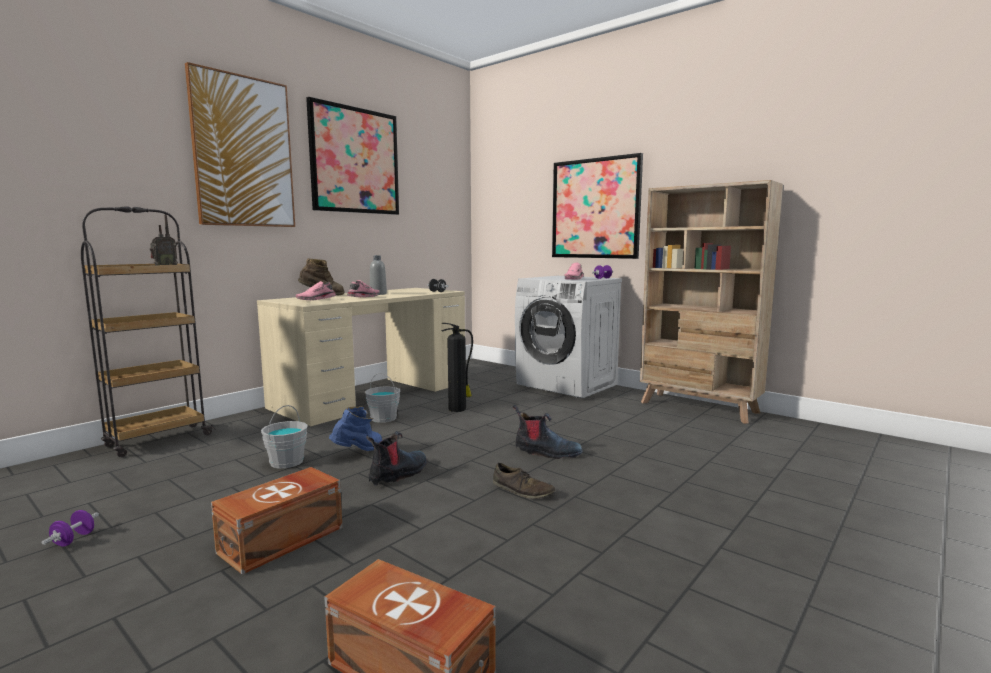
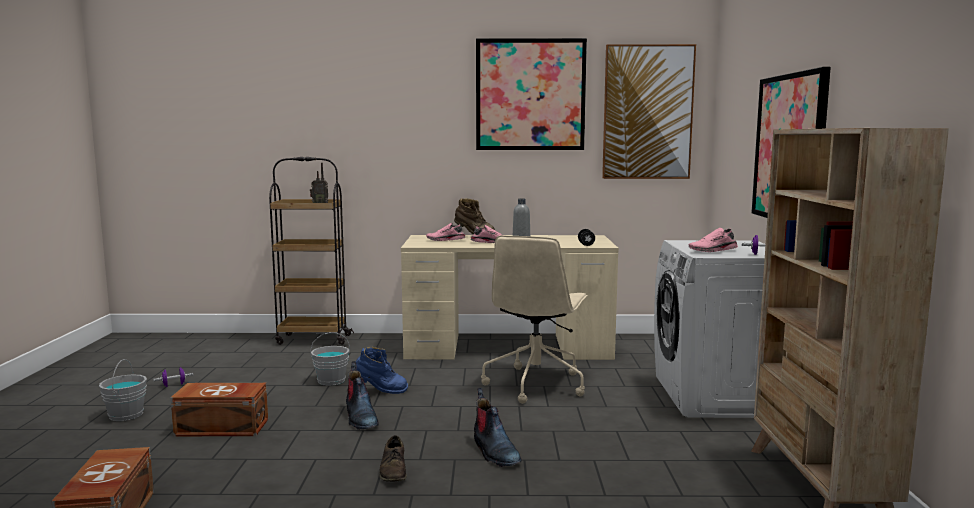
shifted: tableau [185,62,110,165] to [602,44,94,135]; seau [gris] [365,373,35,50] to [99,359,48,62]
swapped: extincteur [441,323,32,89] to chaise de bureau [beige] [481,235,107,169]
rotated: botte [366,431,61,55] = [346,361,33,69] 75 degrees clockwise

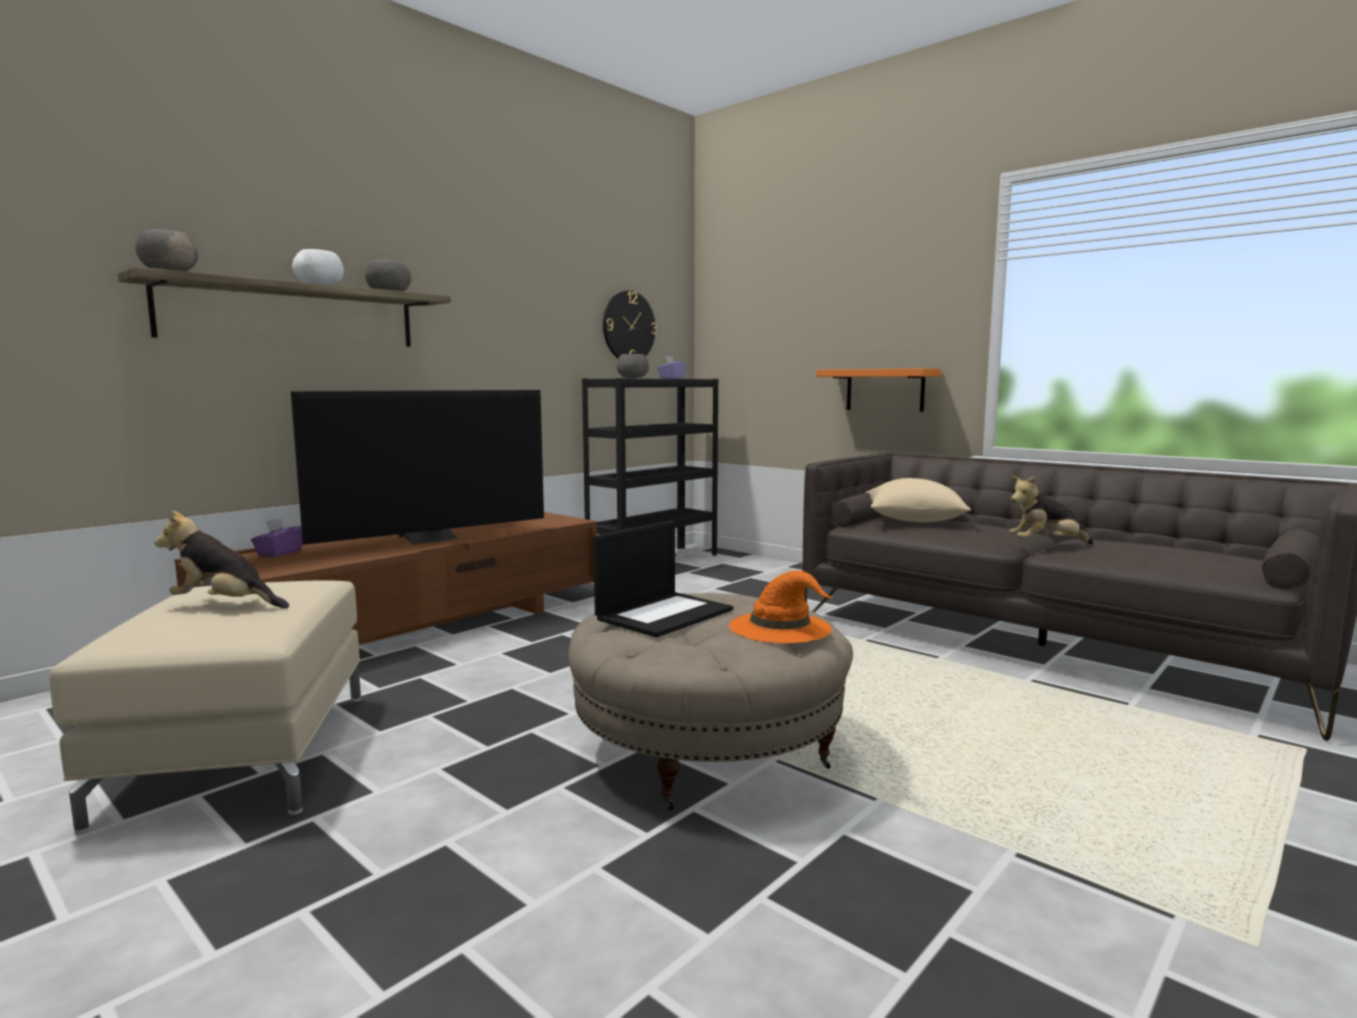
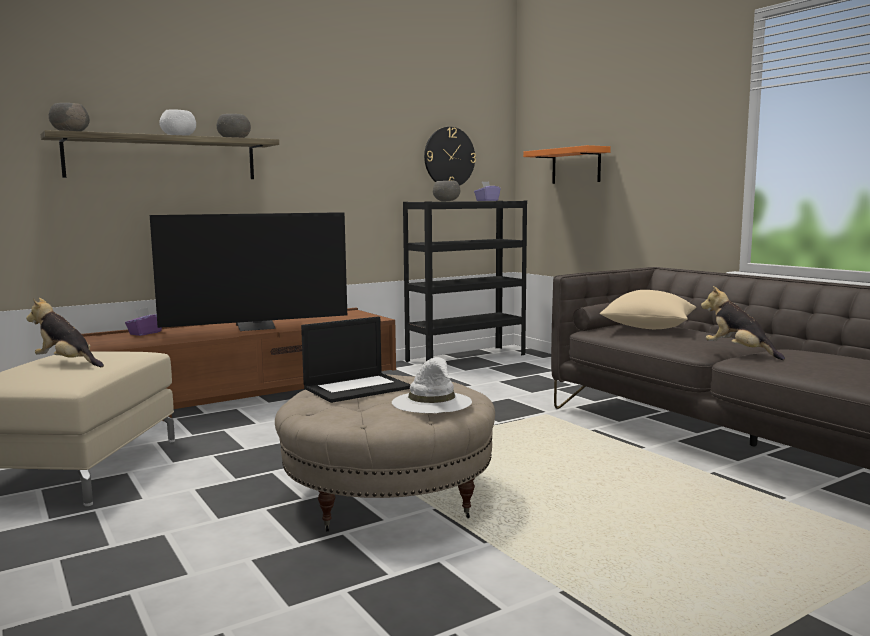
shifted: étagère [orange] [816,368,125,44] to [523,145,88,39]
repainted: chapeau [orange] [729,570,104,73] to chapeau [blanc] [392,357,80,56]
rotated: peluche [1010,475,83,69] = [701,286,84,74] 45 degrees clockwise

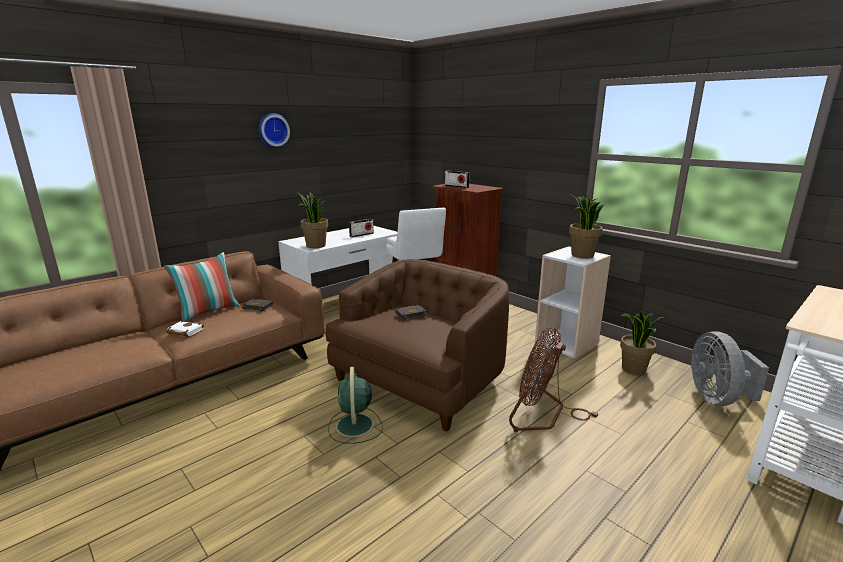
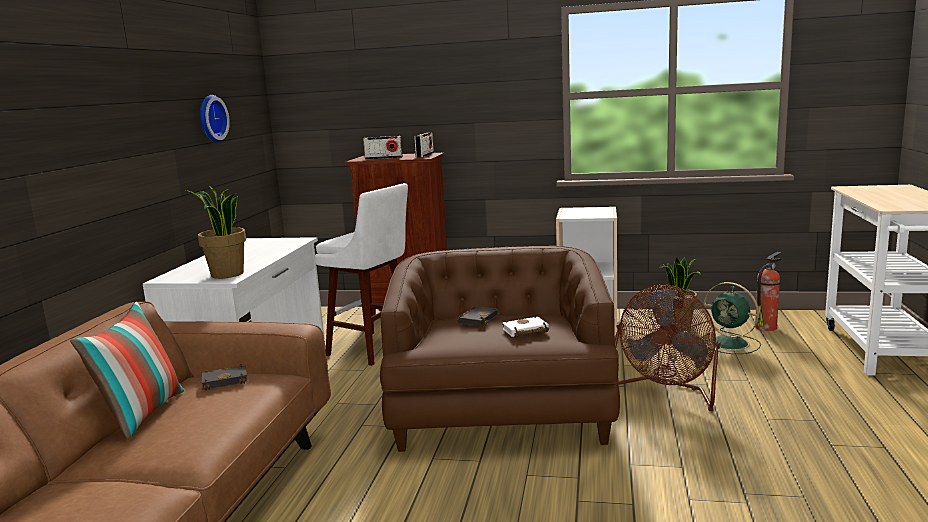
gone: plante en pot [569,194,35,65]
shifted: horloge murale [259,113,31,35] to [199,95,31,47]; radio [349,219,25,18] to [414,133,20,25]; livre [blanc] [166,320,38,17] to [502,315,47,23]; ventilateur [vert] [328,367,55,77] to [702,282,59,72]
swapped: ventilateur [gris] [691,331,78,75] to extincteur [755,252,27,79]
rotated: ventilateur [marron] [509,328,90,104] = [615,285,106,126] 45 degrees counterclockwise

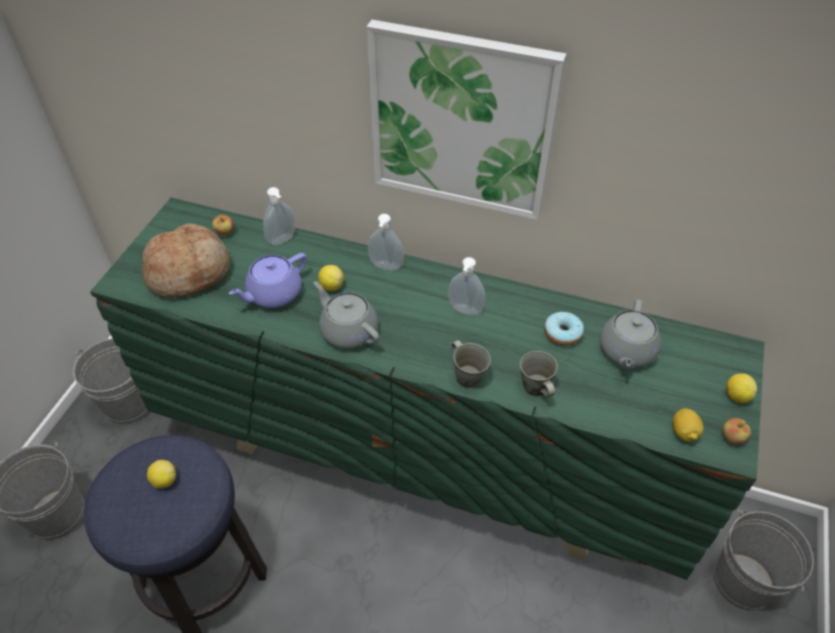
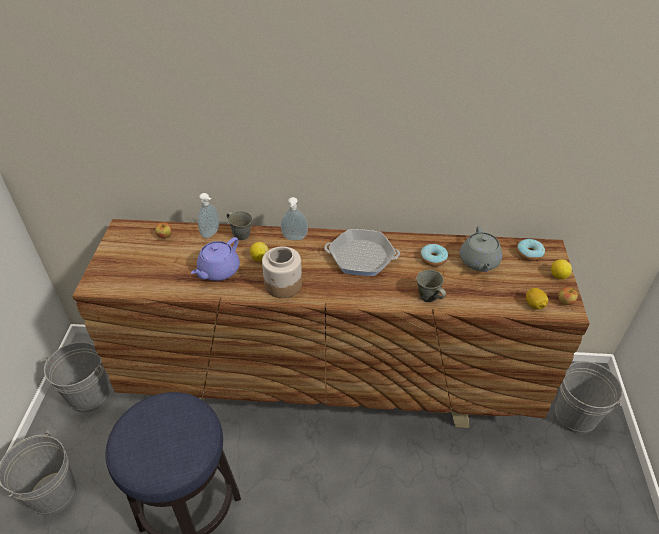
gone: tableau [366,20,201,200]; pain [142,224,88,74]; citron [147,460,29,28]
new: beignet [516,238,29,23]
shifted: mug [gris] [452,340,39,48] to [227,211,26,29]
swapped: distributeur de savon [448,257,37,58] to poêle [324,229,76,47]; théière [gris] [314,281,66,67] to bocal [262,246,40,52]
repainted: meuble de rangement [vert] [90,197,674,383] to meuble de rangement [marron] [72,219,518,209]

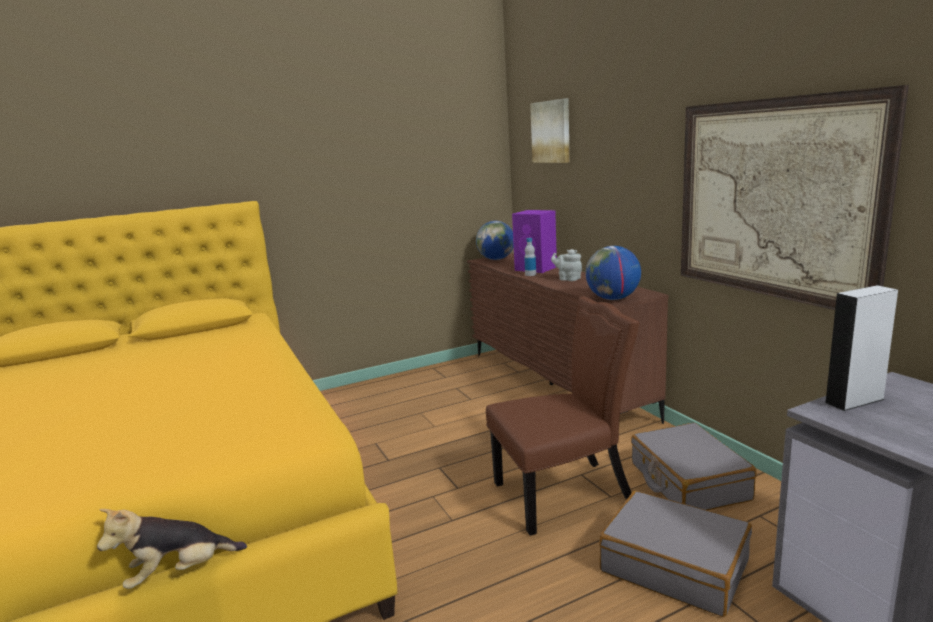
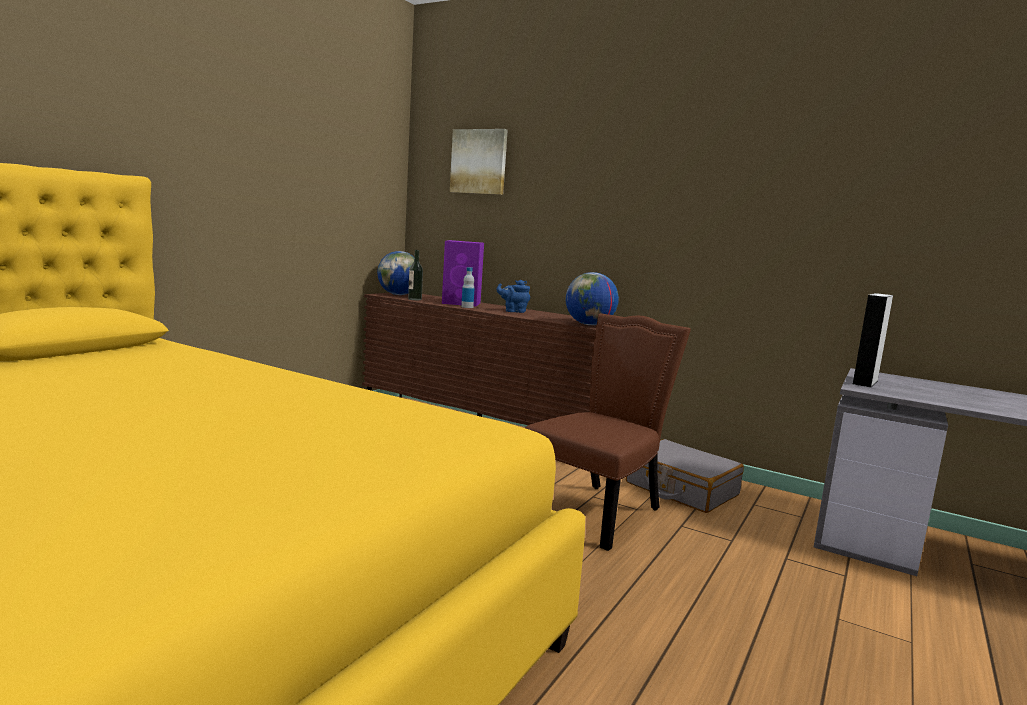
gone: tableau [681,85,228,225]; valise [gris] [599,491,153,126]; peluche [97,509,150,80]
new: bouteille [408,250,15,50]
repainted: théière [gris] [551,249,31,32] to théière [bleu] [497,280,33,33]

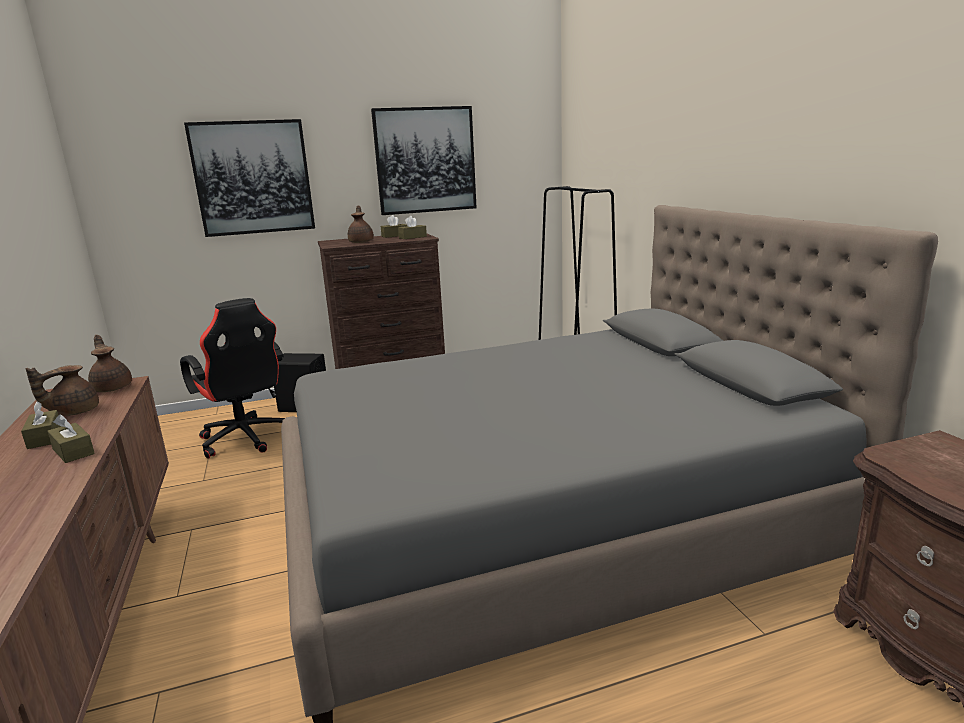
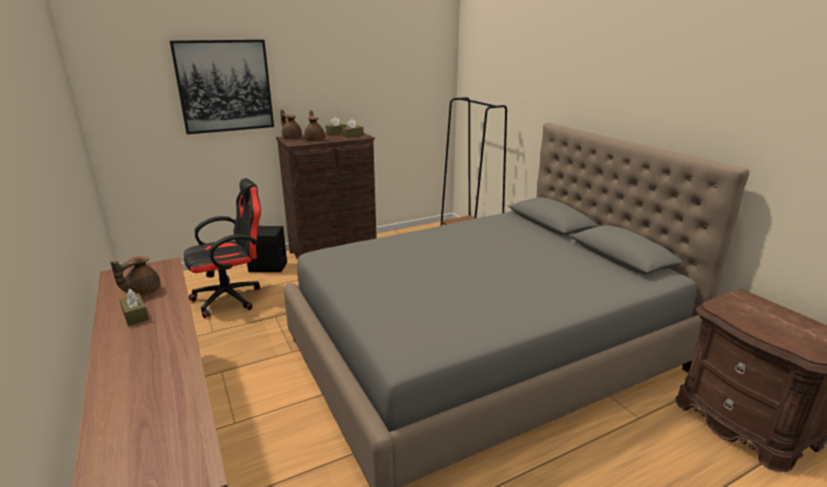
gone: tableau [371,106,106,109]; boîte à mouchoirs [marron] [47,414,48,49]
shifted: théière [marron] [88,335,44,57] to [280,109,22,30]
rotated: chaise de bureau [noir] [180,298,105,161] = [184,178,77,140] 75 degrees counterclockwise

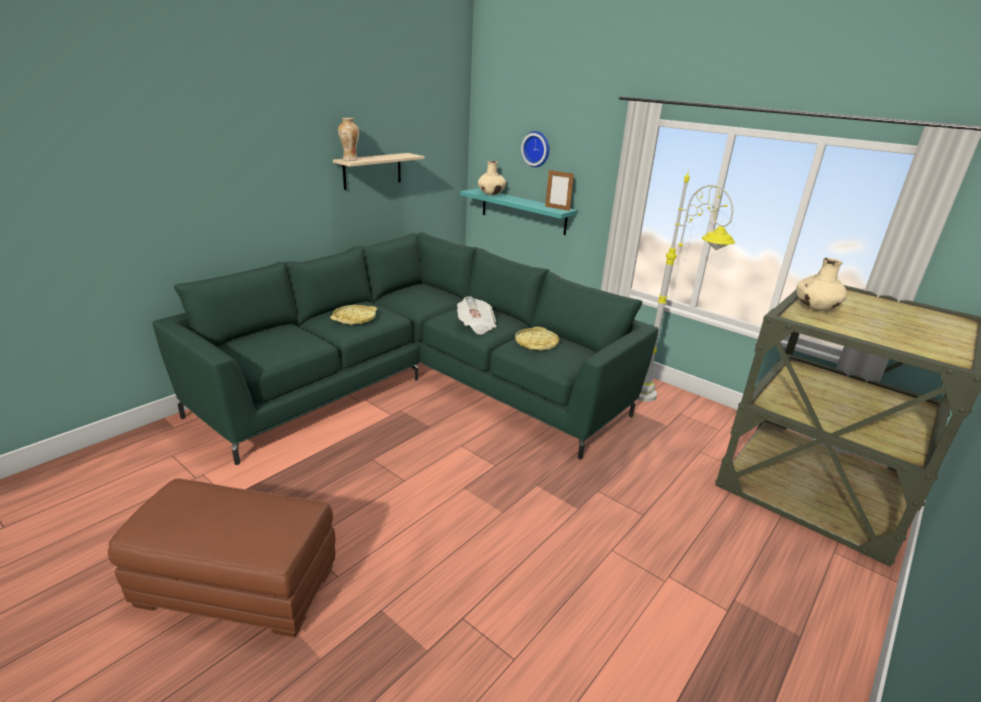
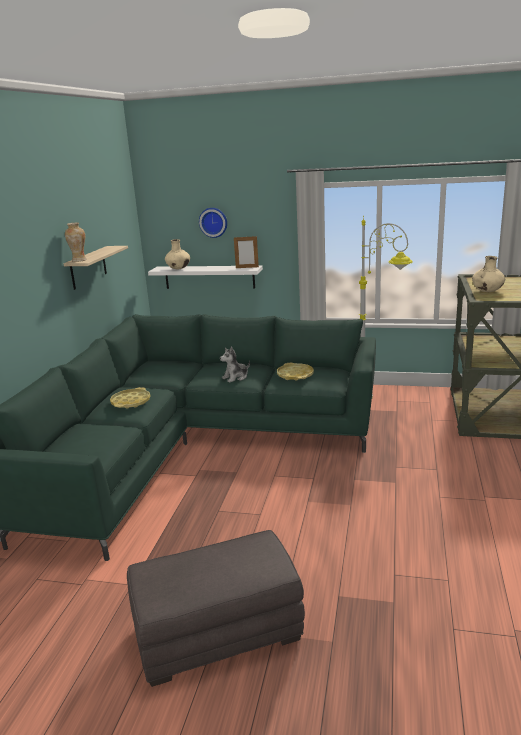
swapped: journal [457,297,40,38] to peluche [220,347,30,36]
repainted: étagère [turquoise] [460,188,117,47] to étagère [blanc] [148,266,115,23]; pouf [marron] [108,478,227,159] to pouf [gris] [127,530,178,157]

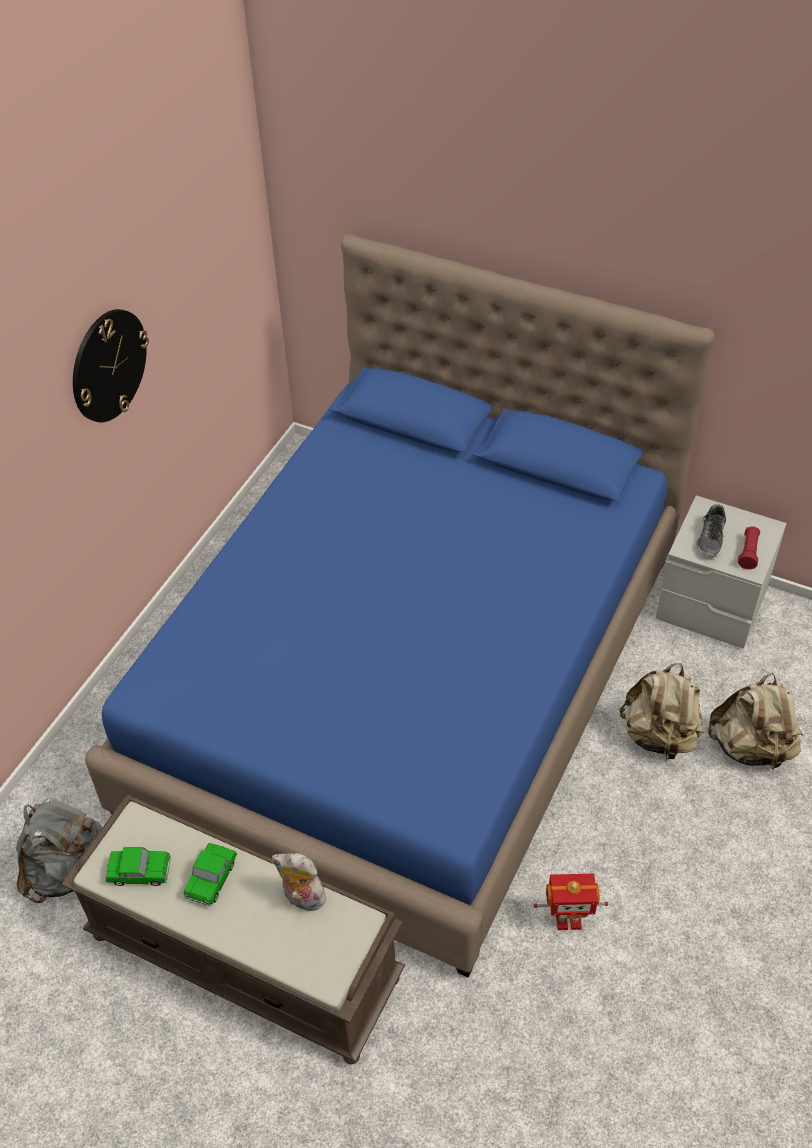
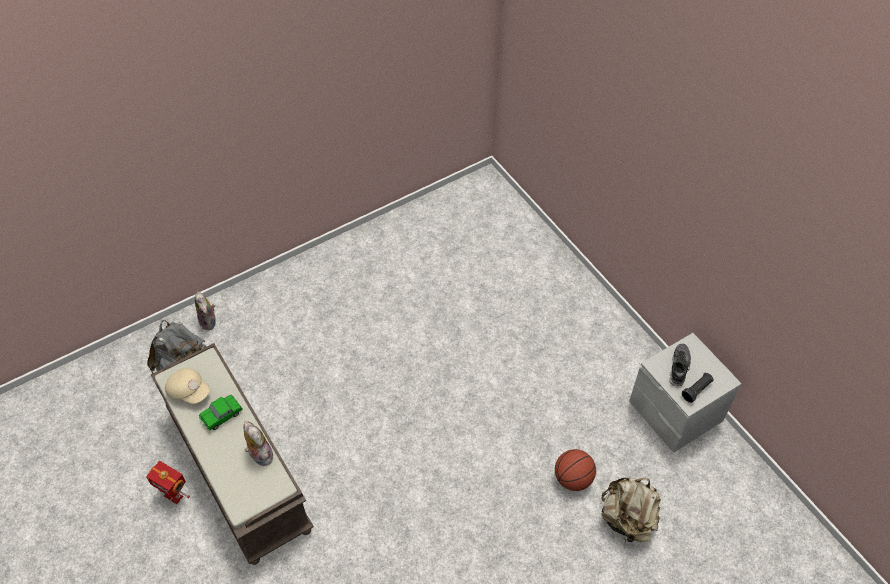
gone: lit [bleu] [85,234,629,743]; horloge murale [73,309,76,113]
new: peluche [195,292,21,38]
shifted: robot jouet [533,874,75,56] to [146,461,44,43]
swapped: sac à dos [beige] [619,663,85,97] to ballon de basket [555,449,41,42]; petite voiture [105,847,66,39] to casquette [beige] [165,368,45,36]
repainted: lampe de poche [rouge] [738,527,22,42] to lampe de poche [noir] [682,372,32,31]
rotated: chaussure [697,505,29,52] = [669,344,22,44] 150 degrees clockwise

